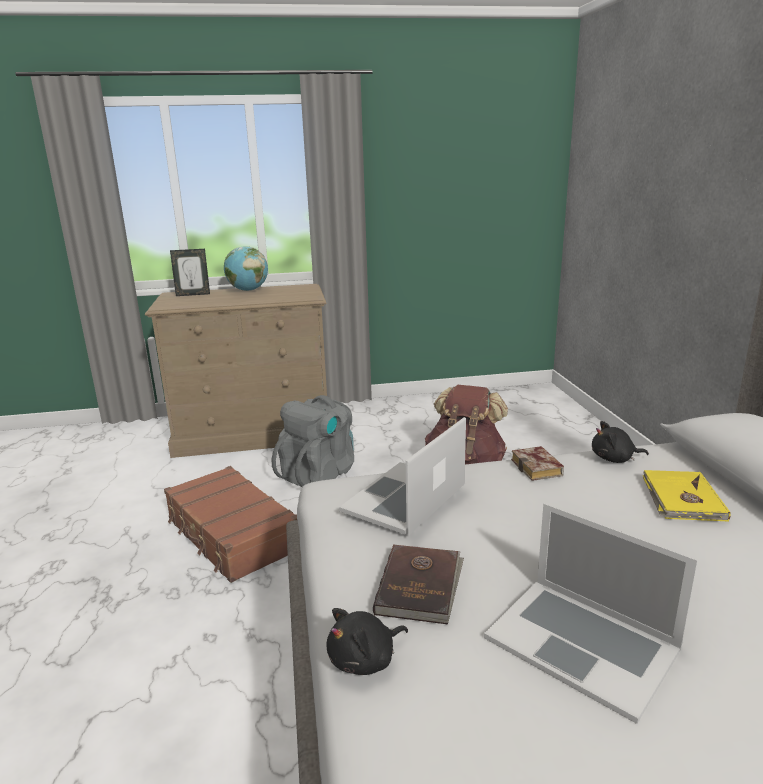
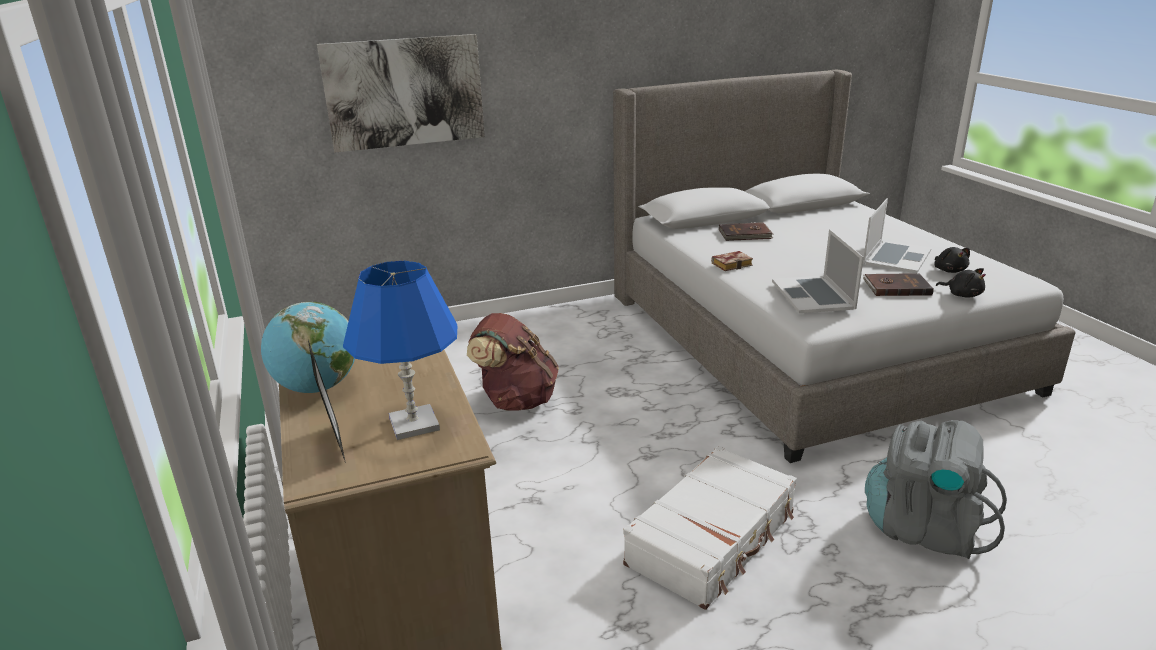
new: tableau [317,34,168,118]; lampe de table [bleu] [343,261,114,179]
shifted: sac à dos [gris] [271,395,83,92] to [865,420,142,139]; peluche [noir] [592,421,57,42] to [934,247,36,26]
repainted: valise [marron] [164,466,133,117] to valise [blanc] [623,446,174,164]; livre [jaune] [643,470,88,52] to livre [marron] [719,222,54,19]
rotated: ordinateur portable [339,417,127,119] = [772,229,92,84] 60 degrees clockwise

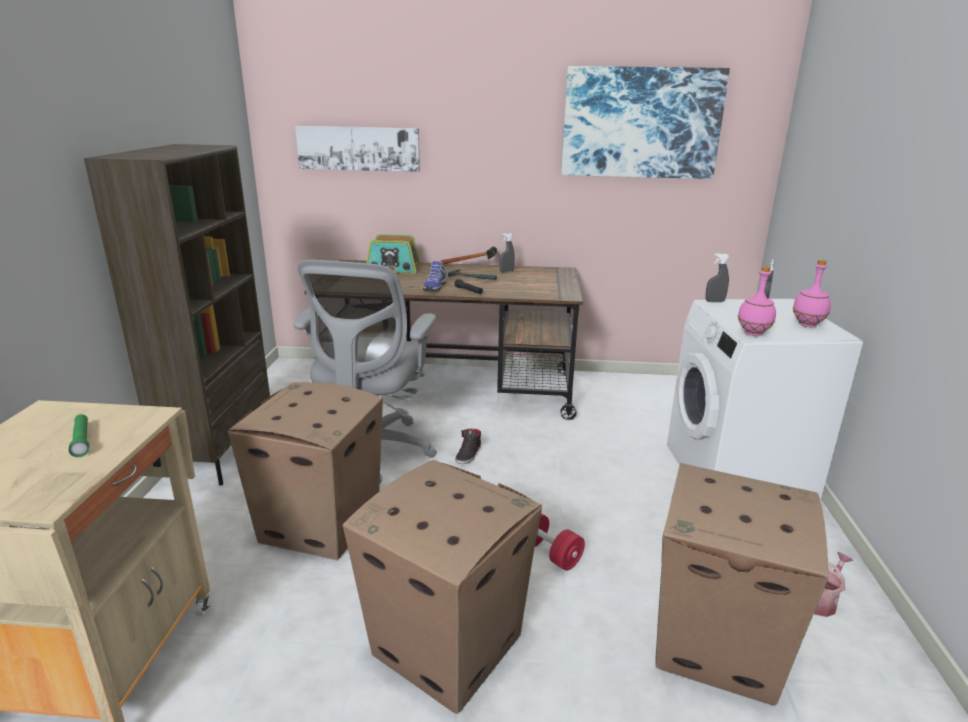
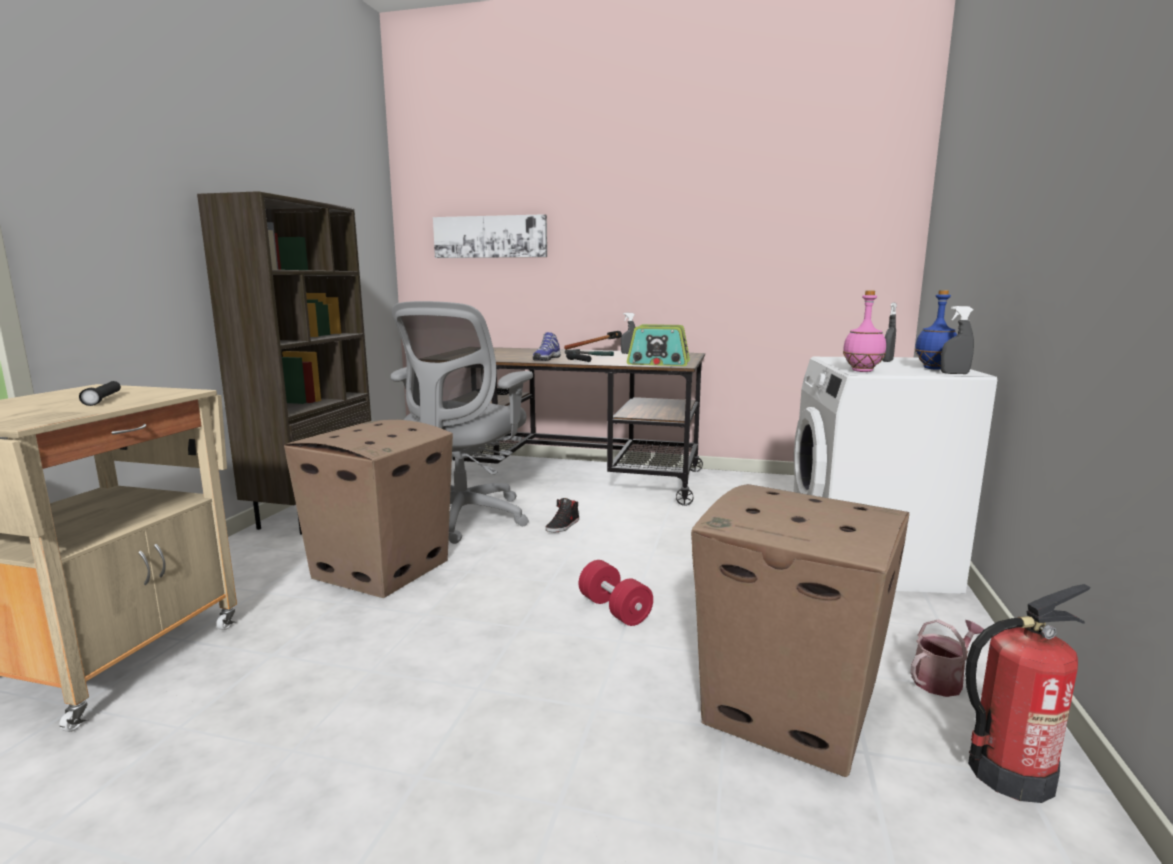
gone: tableau [561,66,169,113]; carton [343,460,199,254]
new: extincteur [965,584,126,219]
shifted: radio [367,234,54,39] to [627,324,63,42]; vaporisateur [gris] [705,253,25,49] to [941,306,33,68]
repainted: bouteille [rose] [793,260,38,67] to bouteille [bleu] [915,290,42,80]; lampe de poche [vert] [69,414,20,43] to lampe de poche [noir] [79,381,42,25]

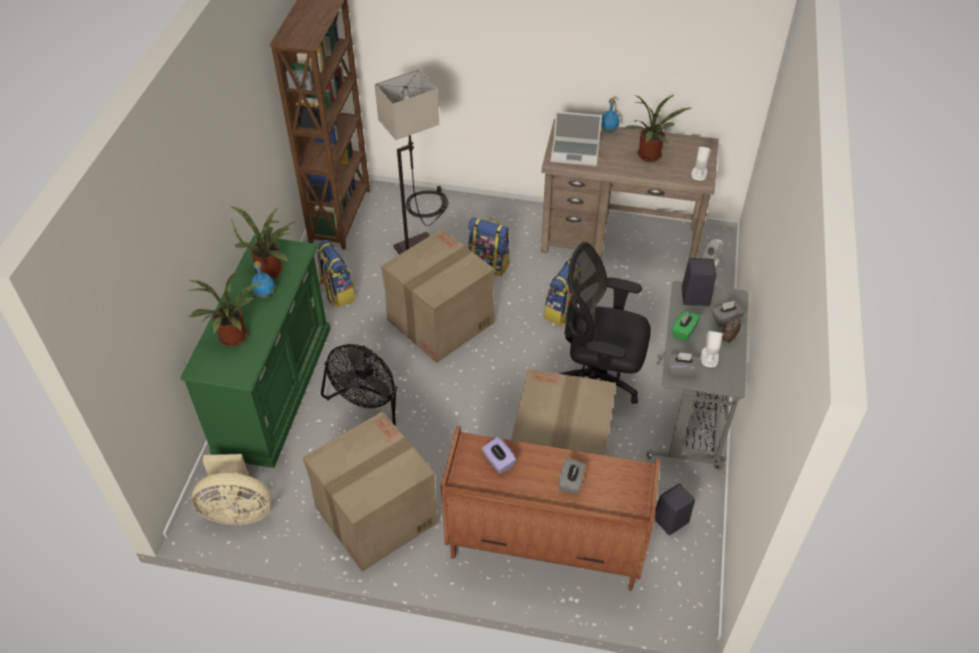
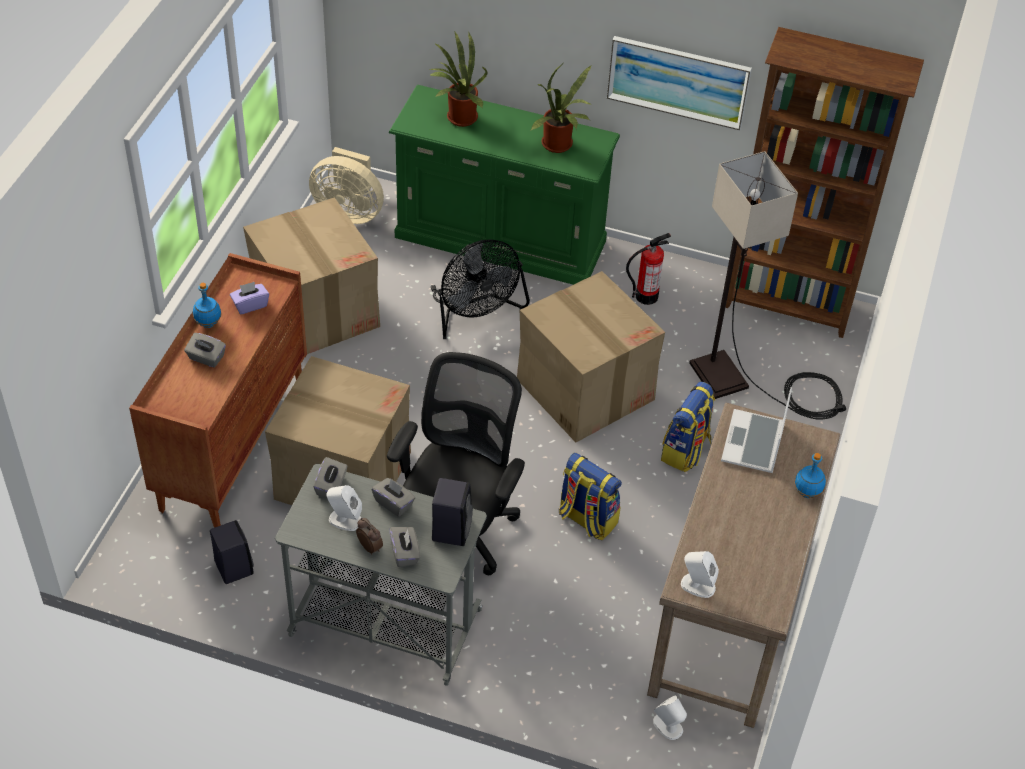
gone: plante en pot [622,95,69,67]
new: tableau [607,36,145,94]
shifted: bouteille [bleu] [251,261,24,37] to [193,283,29,45]
swapped: sac à dos [316,240,39,68] to extincteur [626,233,45,72]
repainted: boîte à mouchoirs [vert] [672,311,29,30] to boîte à mouchoirs [gris] [372,478,43,39]
rotated: ventilateur [noir] [321,344,76,81] = [431,239,99,100] 150 degrees counterclockwise; ventilateur [beige] [191,454,81,71] = [309,147,75,77] 75 degrees counterclockwise

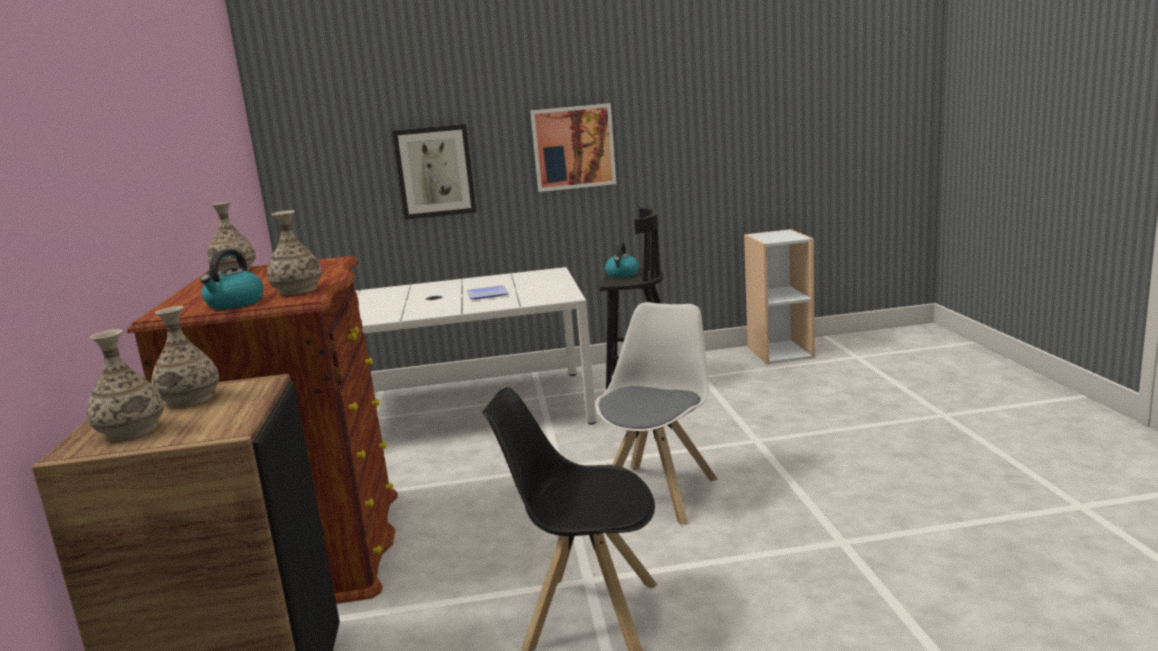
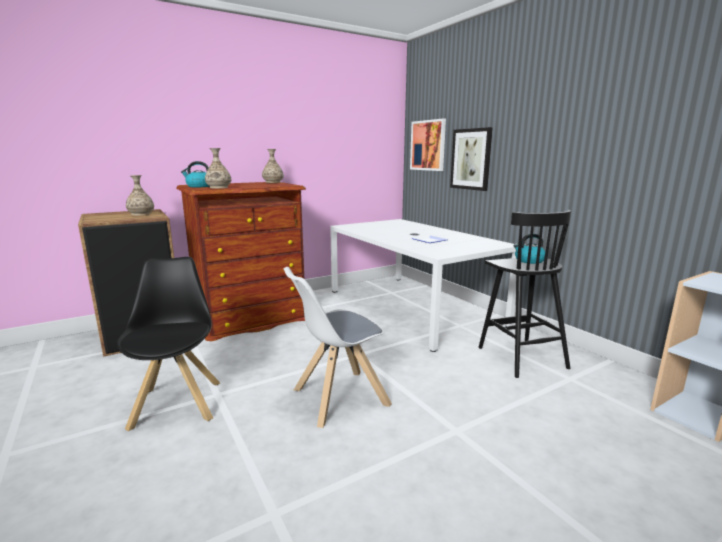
gone: vase [87,329,77,112]
shifted: tableau [531,103,86,89] to [410,118,36,53]
rotated: chaise [595,302,123,223] = [284,267,108,161] 150 degrees clockwise

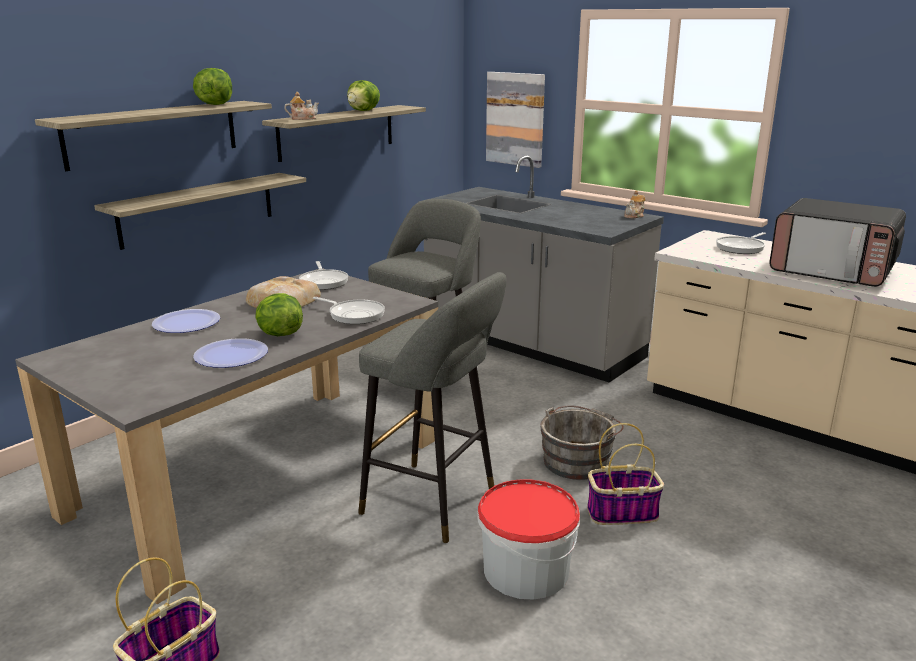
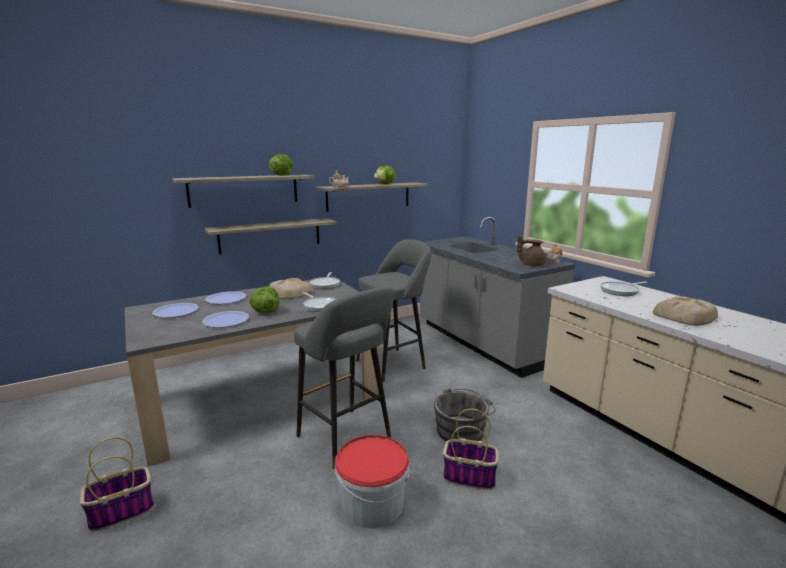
gone: tableau [486,72,59,96]
new: théière [marron] [517,235,29,31]; assiette [152,303,47,15]
swapped: micro-ondes [769,198,137,89] to pain [653,296,65,30]

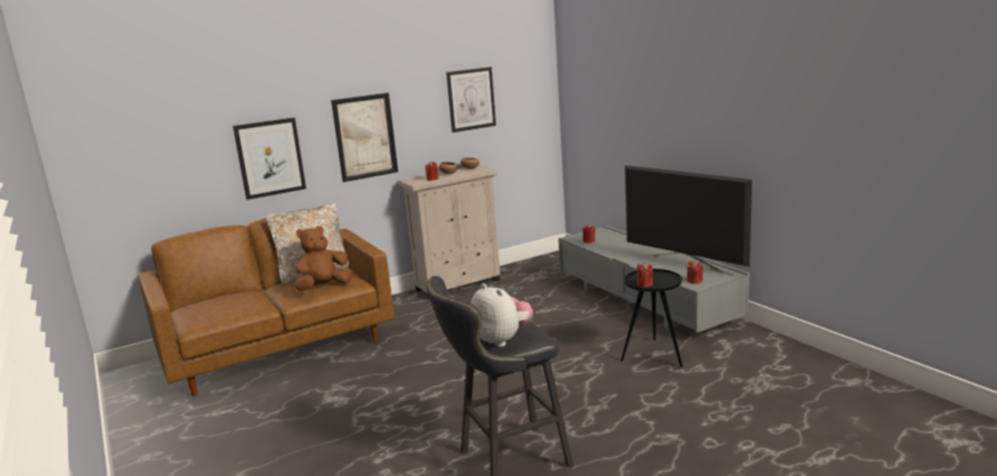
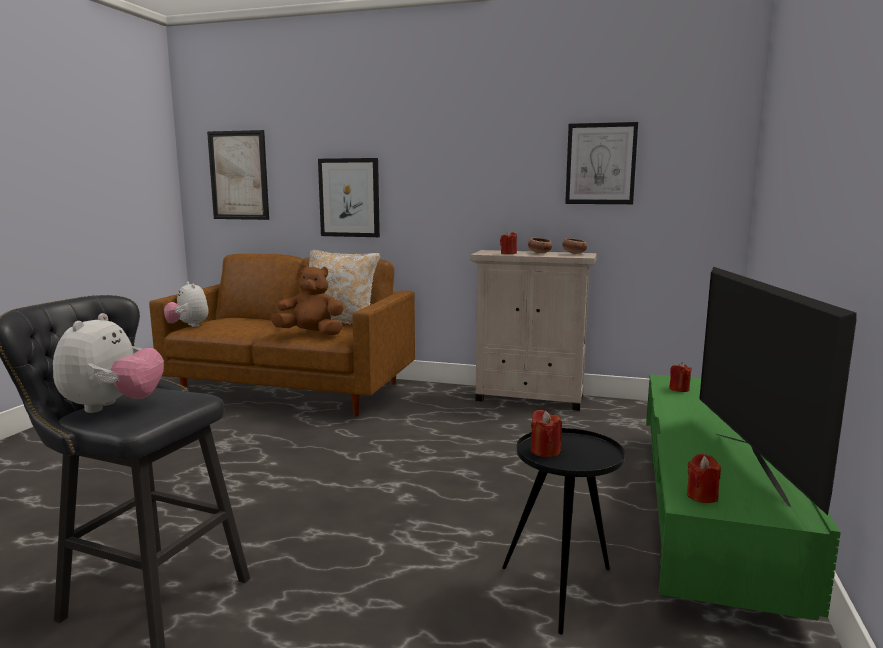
new: peluche [164,281,45,46]
shifted: tableau [331,93,67,89] to [207,130,62,90]
repainted: meuble télé [gris] [558,225,192,108] to meuble télé [vert] [646,374,195,247]

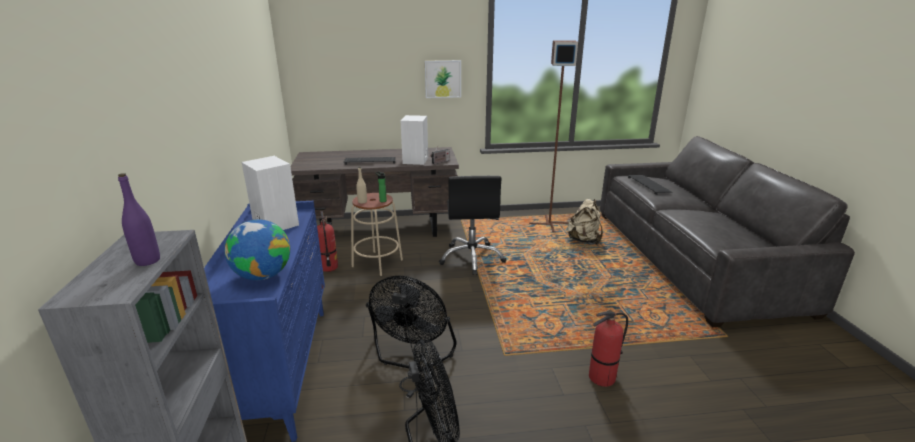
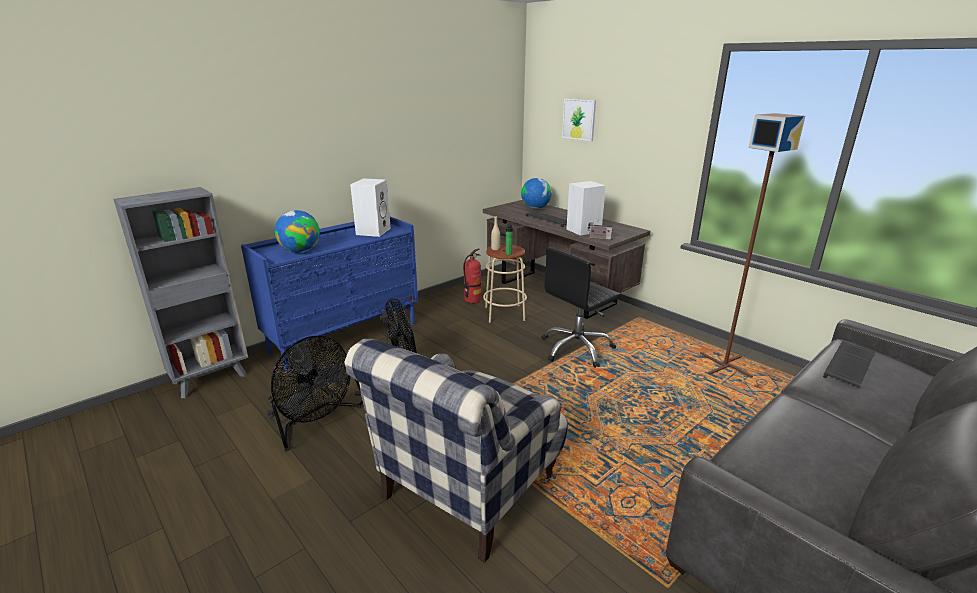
gone: bouteille [violet] [118,173,42,93]; sac à dos [beige] [566,199,37,46]
new: globe [521,178,31,31]
shifted: tableau [425,60,36,38] to [562,98,34,43]
swapped: extincteur [589,309,39,78] to fauteuil [344,339,224,224]

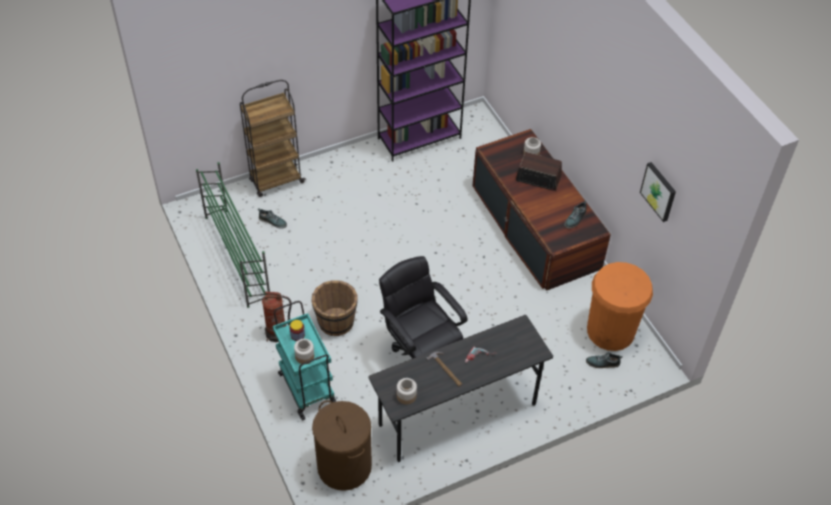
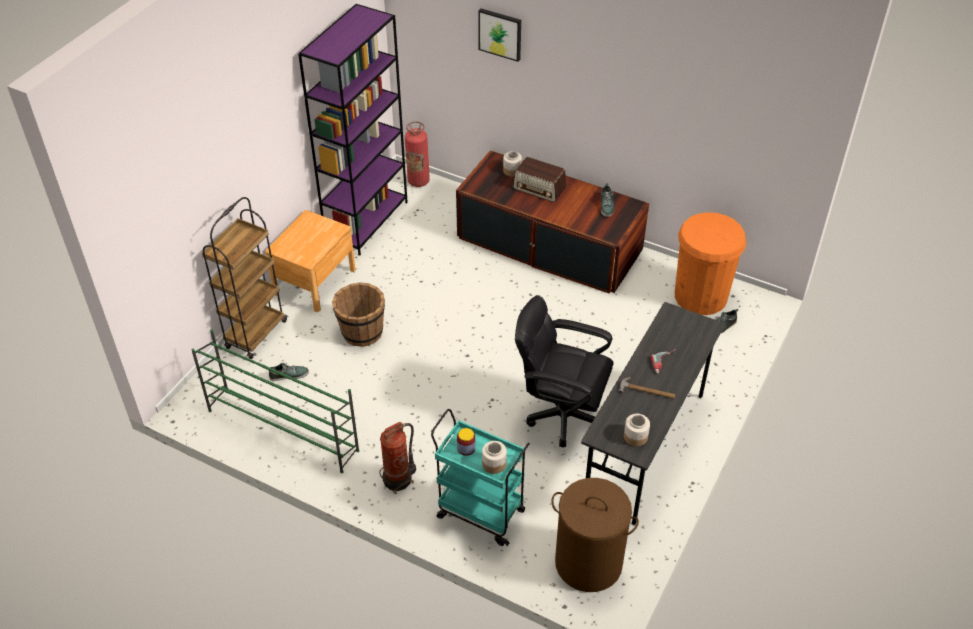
new: extincteur [405,121,25,66]; table de chevet [marron] [265,210,91,102]
shifted: tableau [640,162,36,60] to [478,8,43,54]; seau [marron] [311,280,47,56] to [332,282,53,65]
rotated: radio [516,152,46,39] = [513,157,53,45] 135 degrees counterclockwise

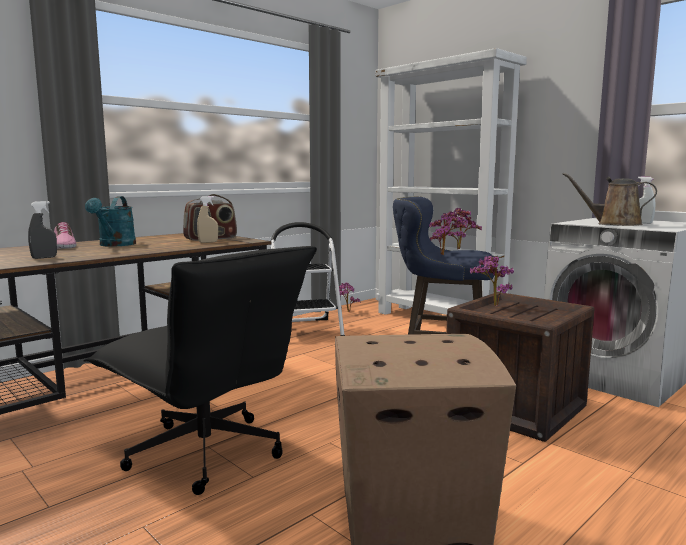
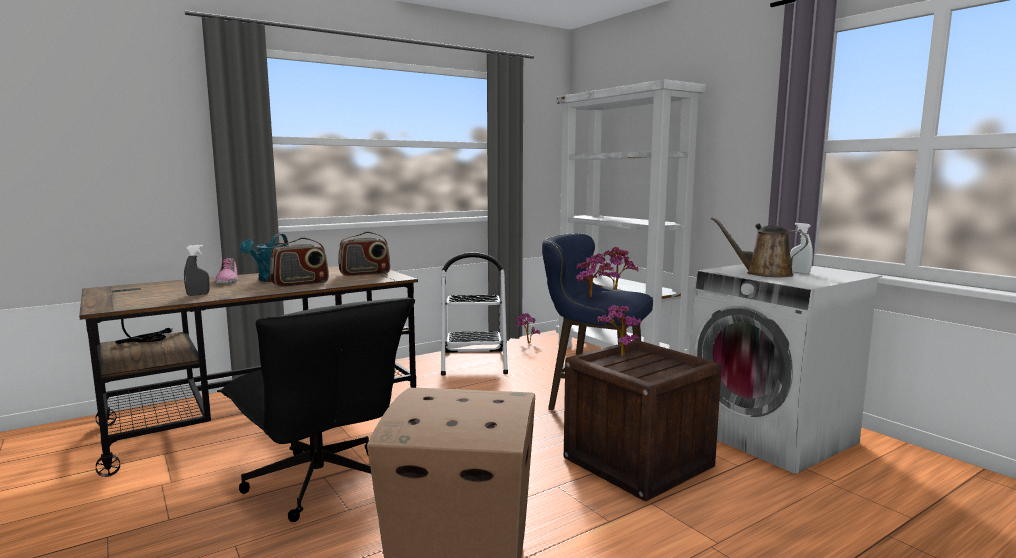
gone: vaporisateur [beige] [197,196,21,47]
new: radio [270,237,59,50]

